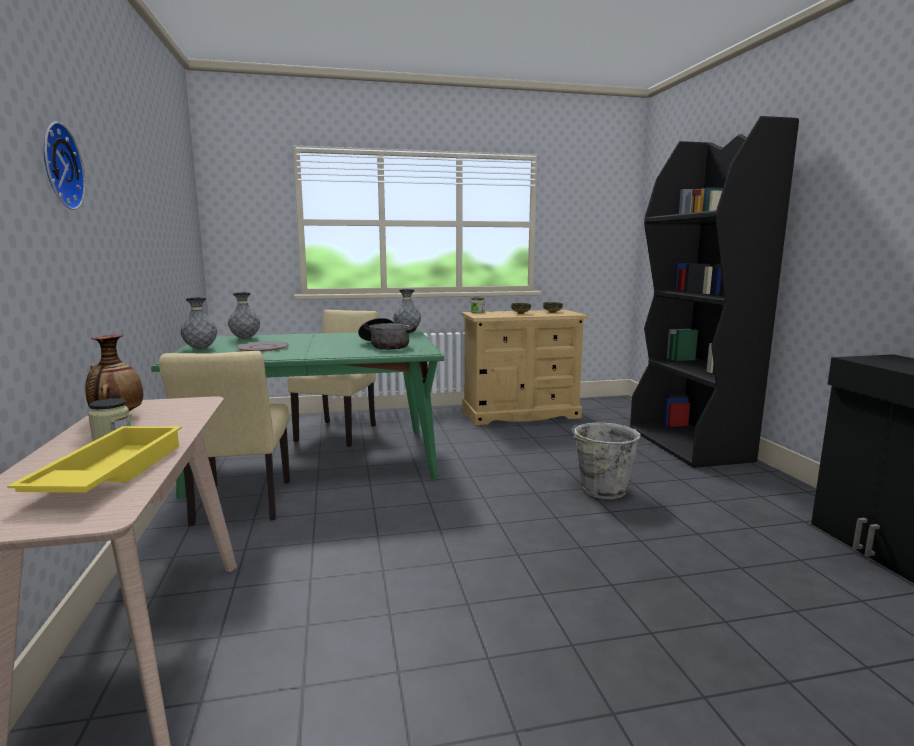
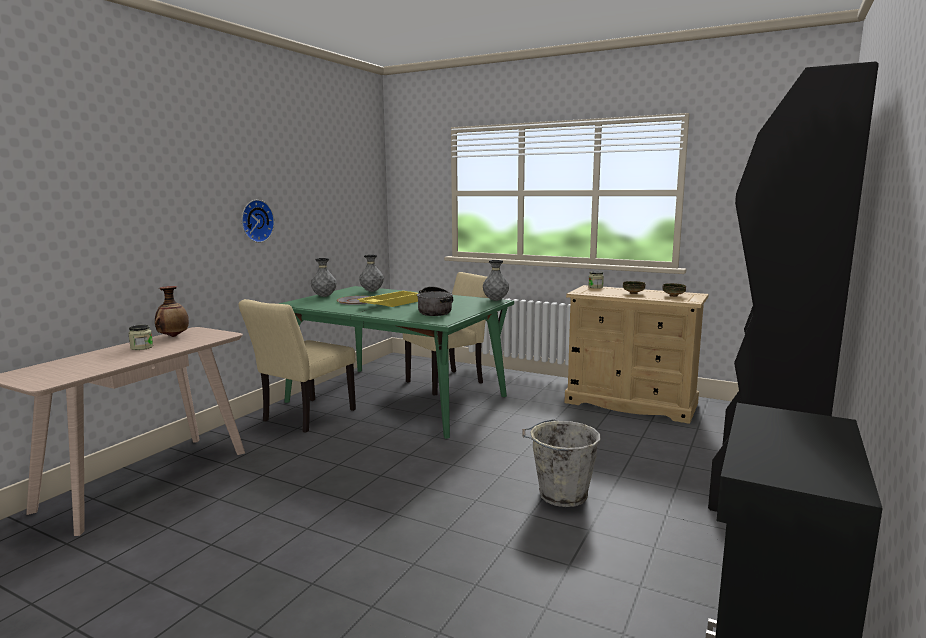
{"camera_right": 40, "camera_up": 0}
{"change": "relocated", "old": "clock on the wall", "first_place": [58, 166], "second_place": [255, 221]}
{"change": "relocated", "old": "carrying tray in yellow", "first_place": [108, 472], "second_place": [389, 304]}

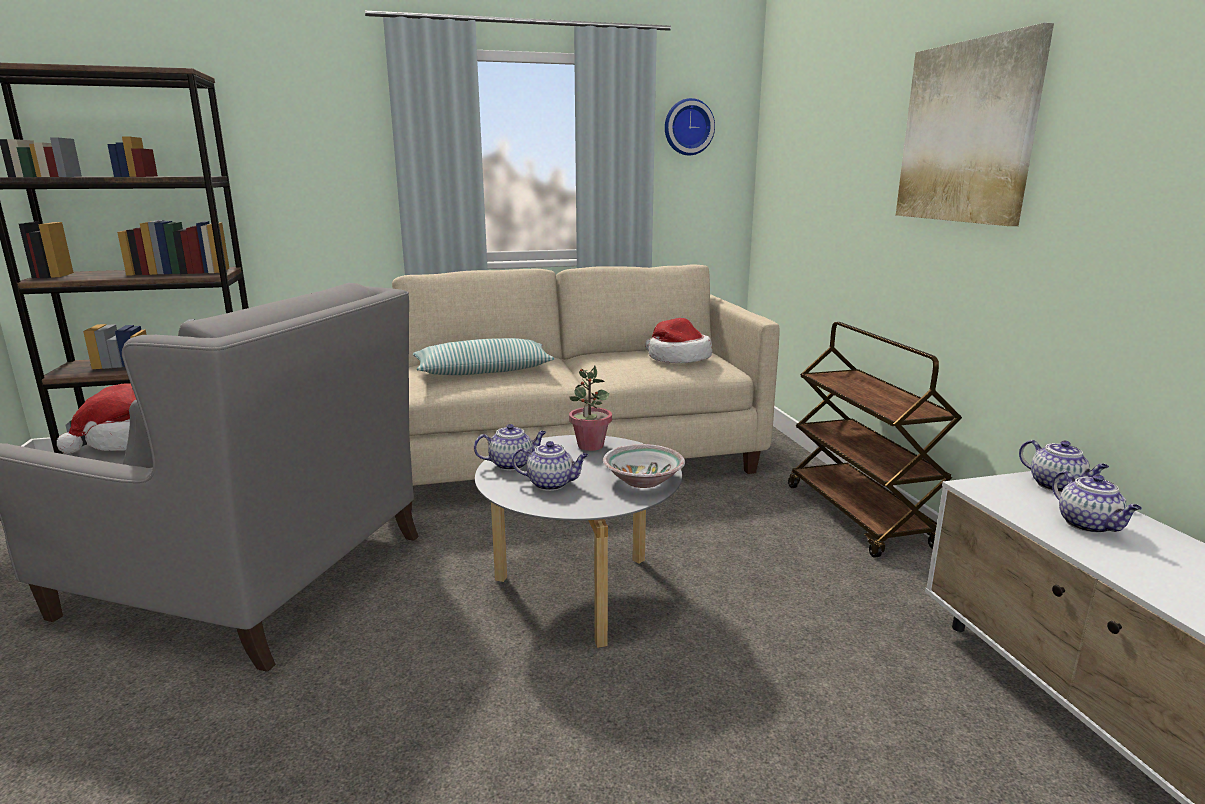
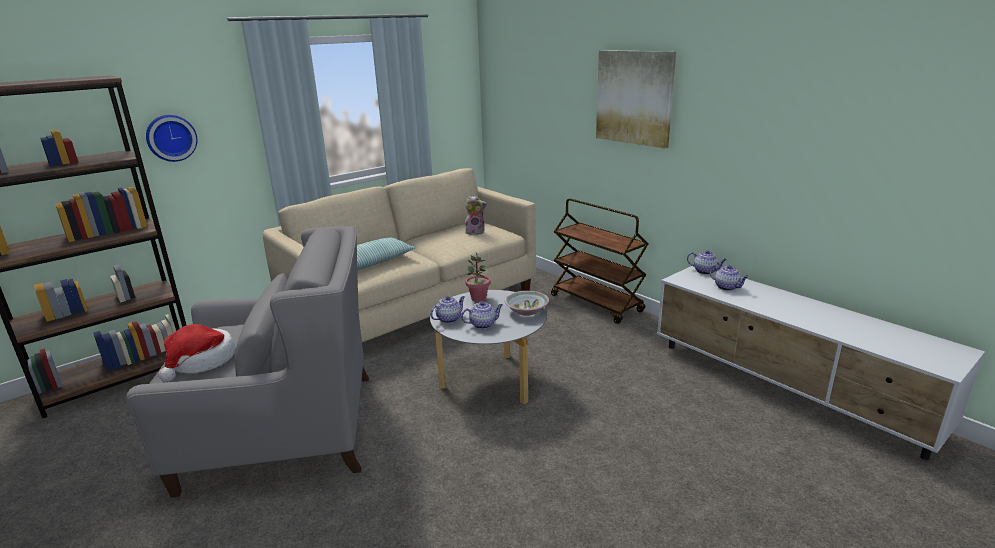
{"camera_right": -25, "camera_up": 5}
{"change": "relocated", "old": "clock on the wall", "first_place": [688, 127], "second_place": [171, 137]}
{"change": "exchanged", "old": "wearable hat", "new": "cuddly toy", "first_place": [677, 358], "second_place": [475, 232]}

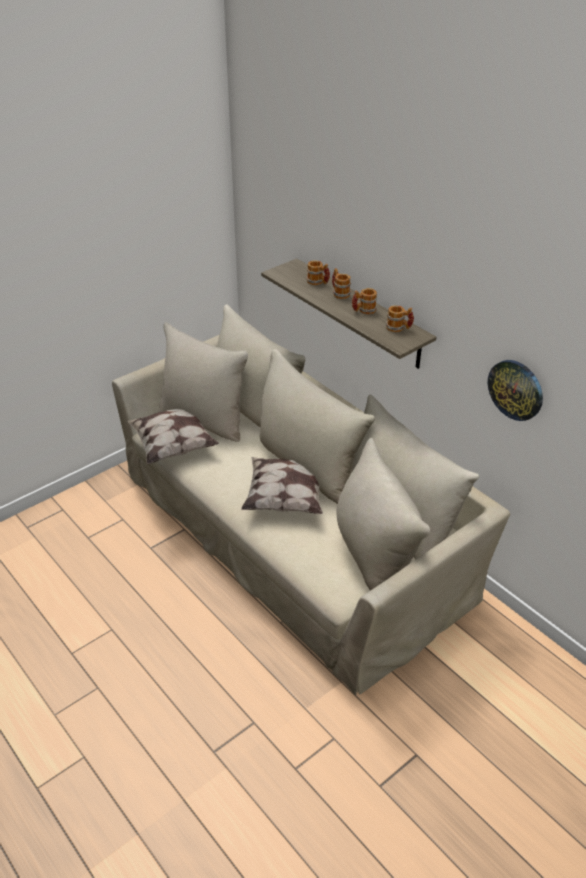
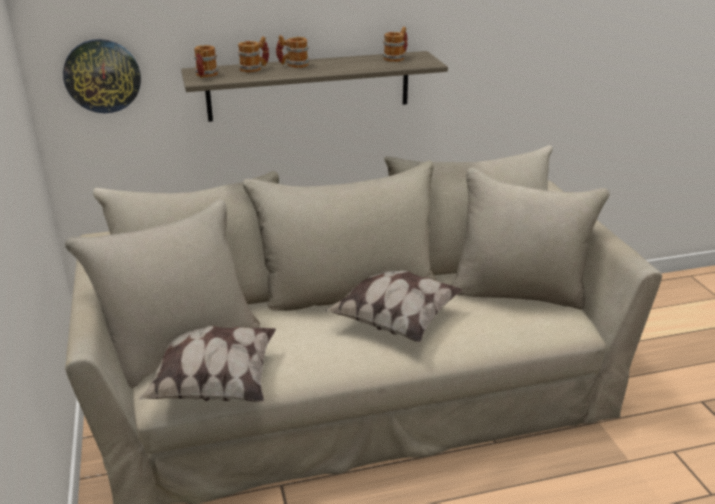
{"camera_right": -65, "camera_up": -10}
{"change": "relocated", "old": "tea mug", "first_place": [363, 310], "second_place": [205, 75]}
{"change": "relocated", "old": "clock on the wall", "first_place": [516, 389], "second_place": [102, 76]}

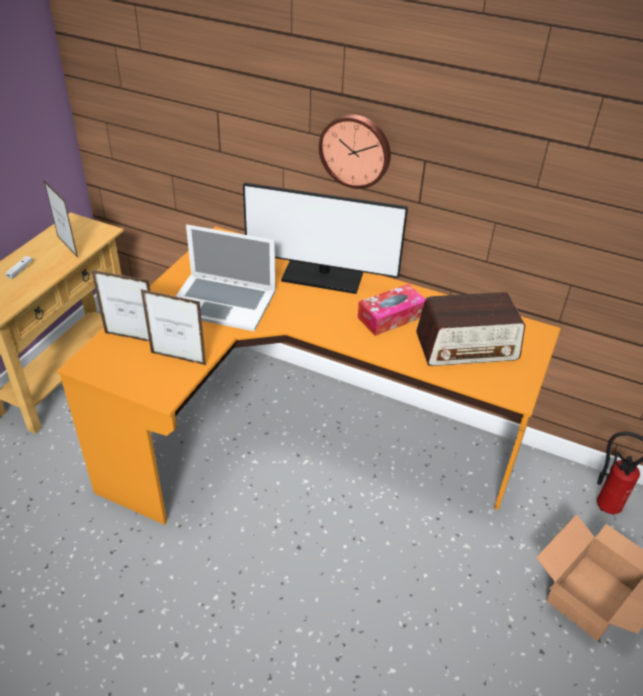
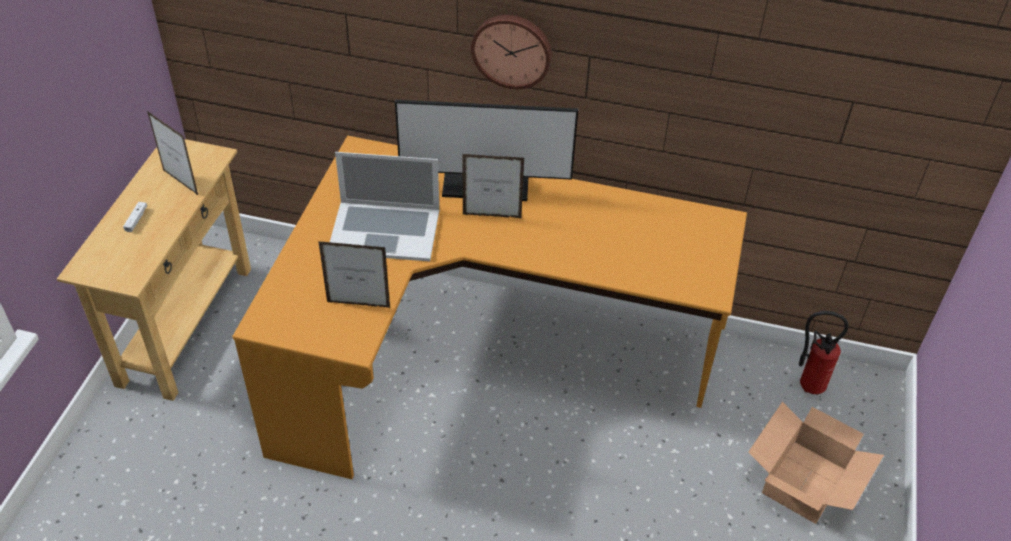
{"camera_right": -10, "camera_up": 5}
{"change": "relocated", "old": "standing frame", "first_place": [131, 338], "second_place": [492, 216]}
{"change": "missing", "old": "tissue holder", "first_place": [391, 317]}
{"change": "missing", "old": "radio", "first_place": [467, 347]}

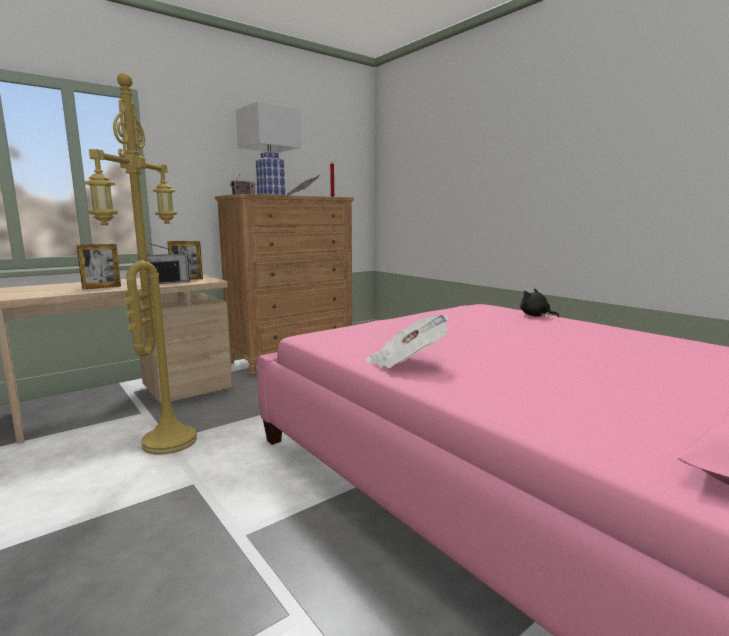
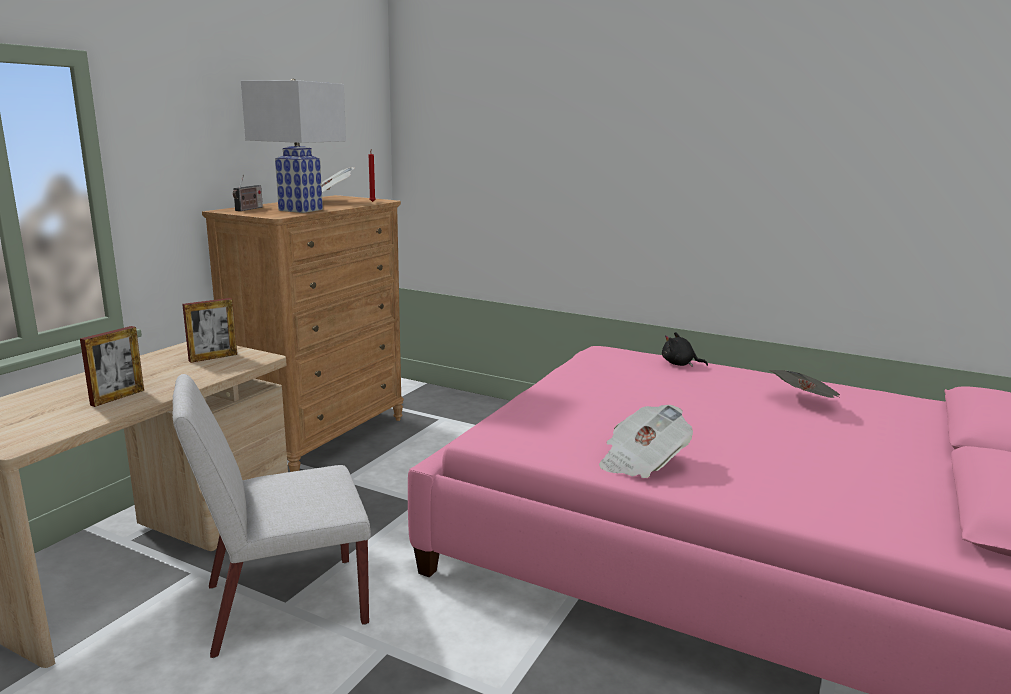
{"camera_right": -25, "camera_up": 5}
{"change": "exchanged", "old": "floor lamp in yellow", "new": "plain chair in whitish", "first_place": [167, 440], "second_place": [283, 605]}
{"change": "missing", "old": "radio", "first_place": [168, 282]}
{"change": "appeared", "new": "daily paper", "second_place": [804, 402]}

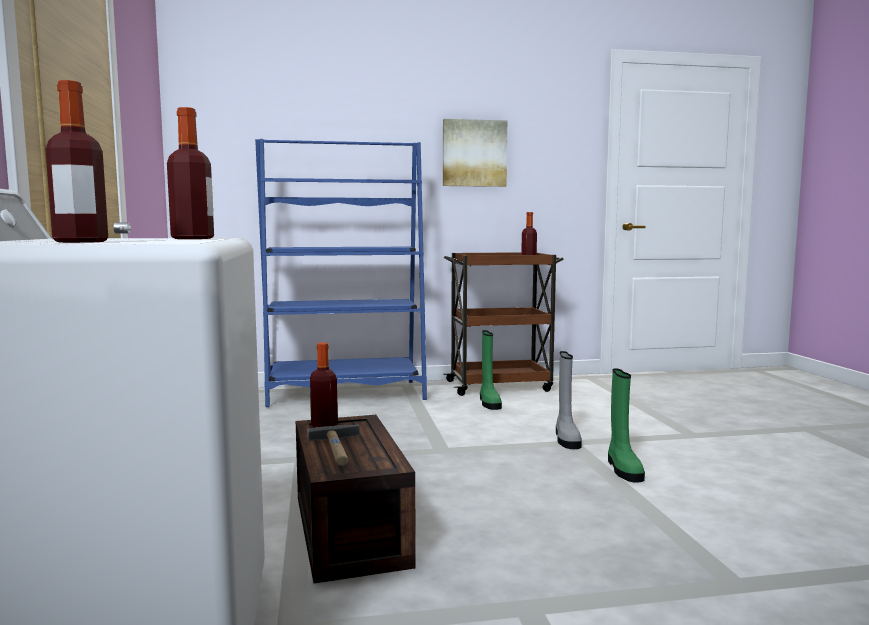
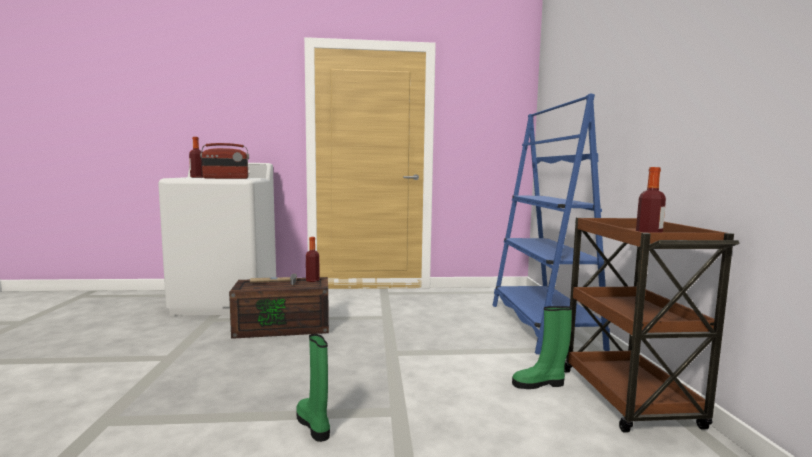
{"camera_right": 95, "camera_up": 0}
{"change": "exchanged", "old": "bottle", "new": "radio", "first_place": [192, 238], "second_place": [226, 178]}
{"change": "missing", "old": "wall picture", "first_place": [474, 153]}
{"change": "missing", "old": "boot in gray", "first_place": [566, 439]}
{"change": "spun", "old": "boot in greenish", "first_place": [623, 469], "second_place": [314, 425], "degrees": 60}

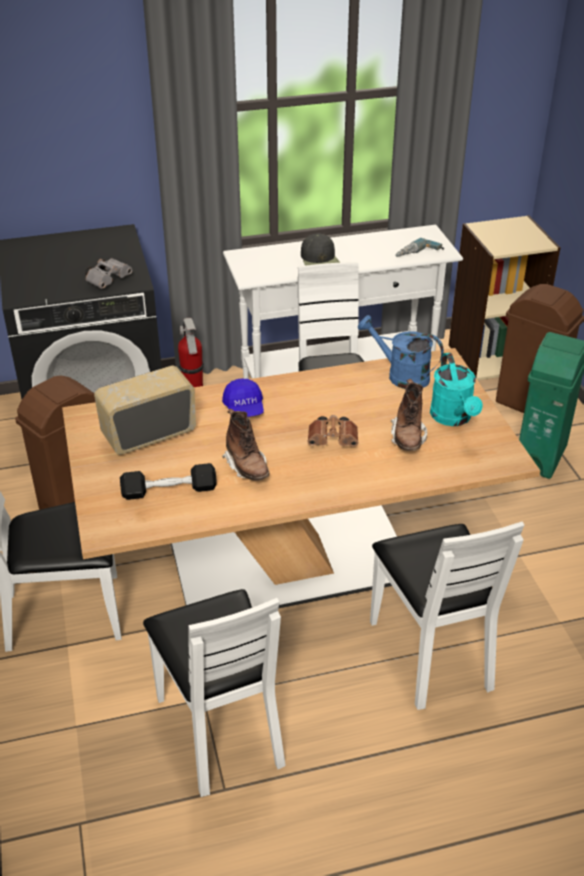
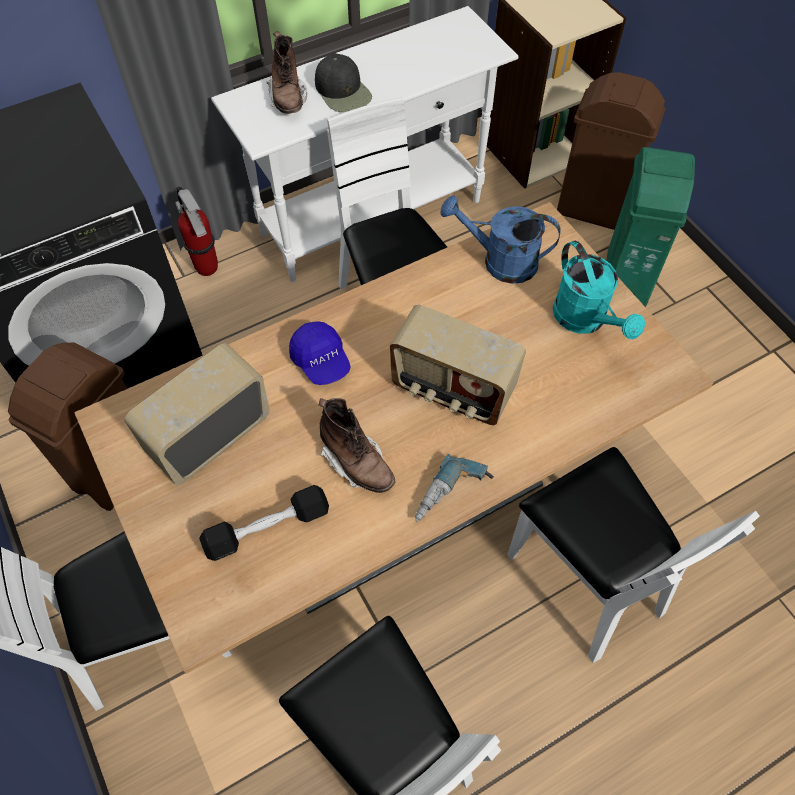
{"camera_right": -15, "camera_up": 20}
{"change": "relocated", "old": "electric drill", "first_place": [419, 255], "second_place": [452, 497]}
{"change": "missing", "old": "field glasses in gray", "first_place": [109, 280]}
{"change": "relocated", "old": "boot in brownish", "first_place": [408, 437], "second_place": [288, 98]}
{"change": "exchanged", "old": "field glasses in brownish", "new": "radio", "first_place": [334, 440], "second_place": [452, 390]}

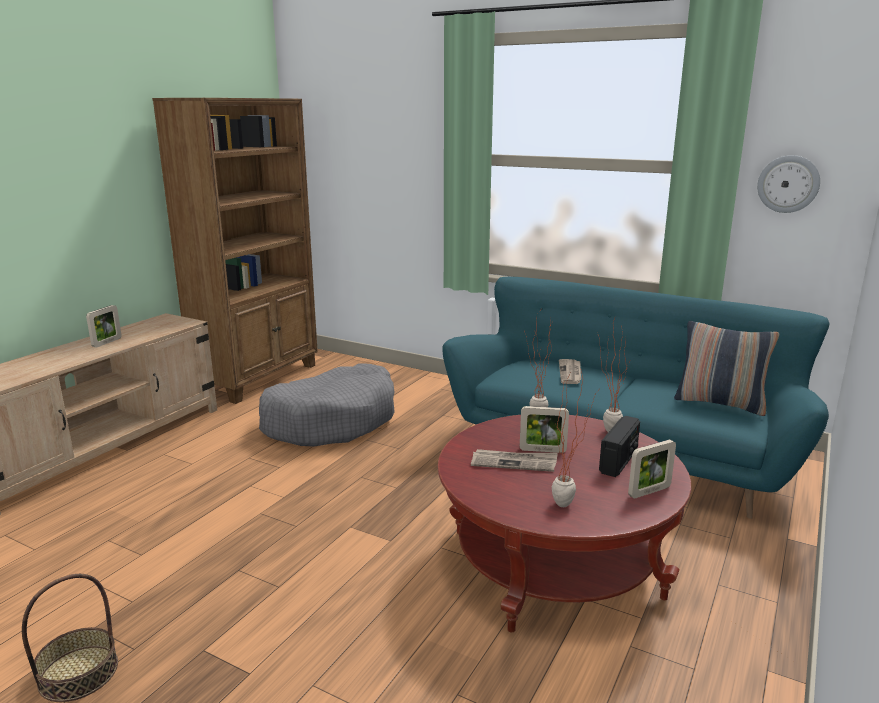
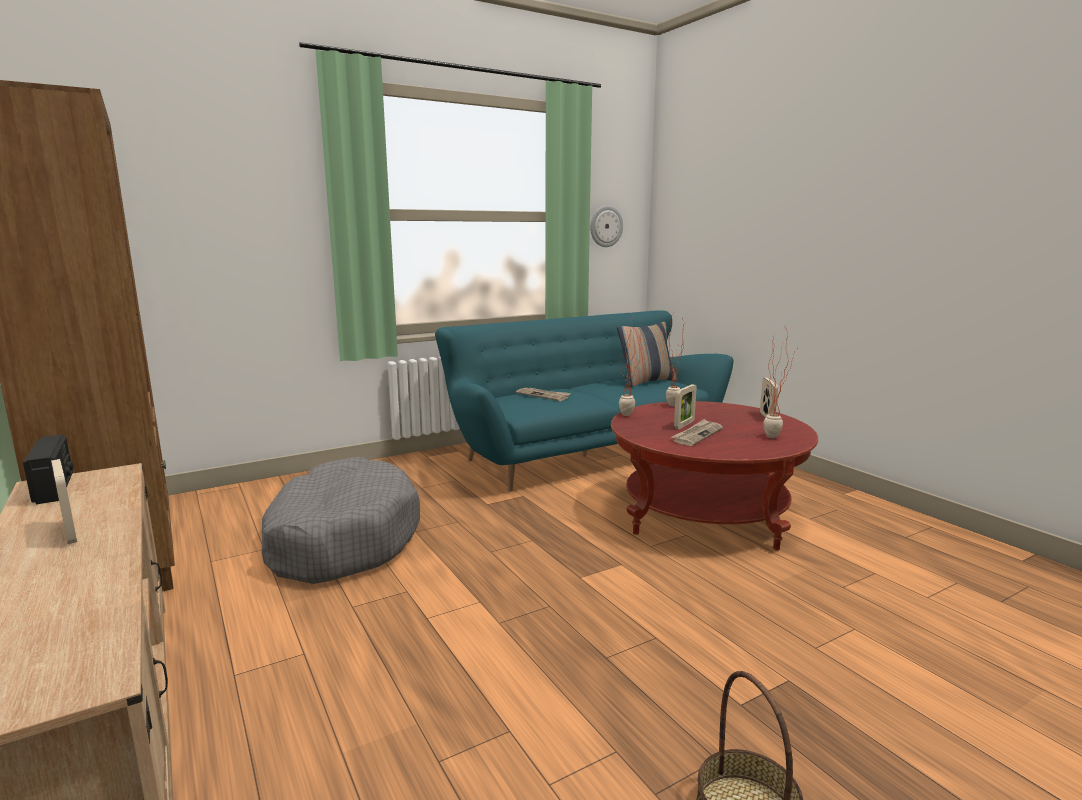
{"camera_right": -60, "camera_up": -5}
{"change": "relocated", "old": "radio", "first_place": [619, 461], "second_place": [54, 488]}

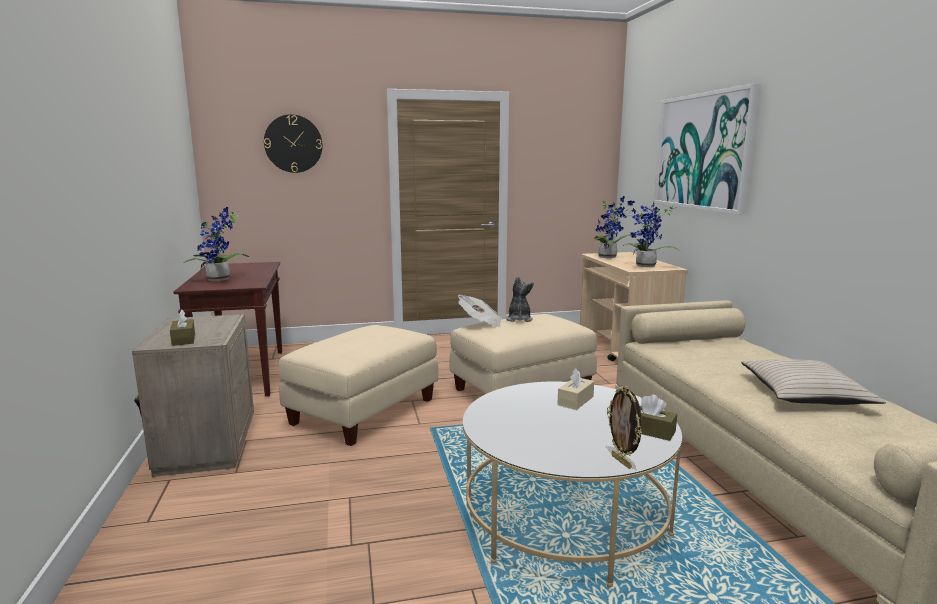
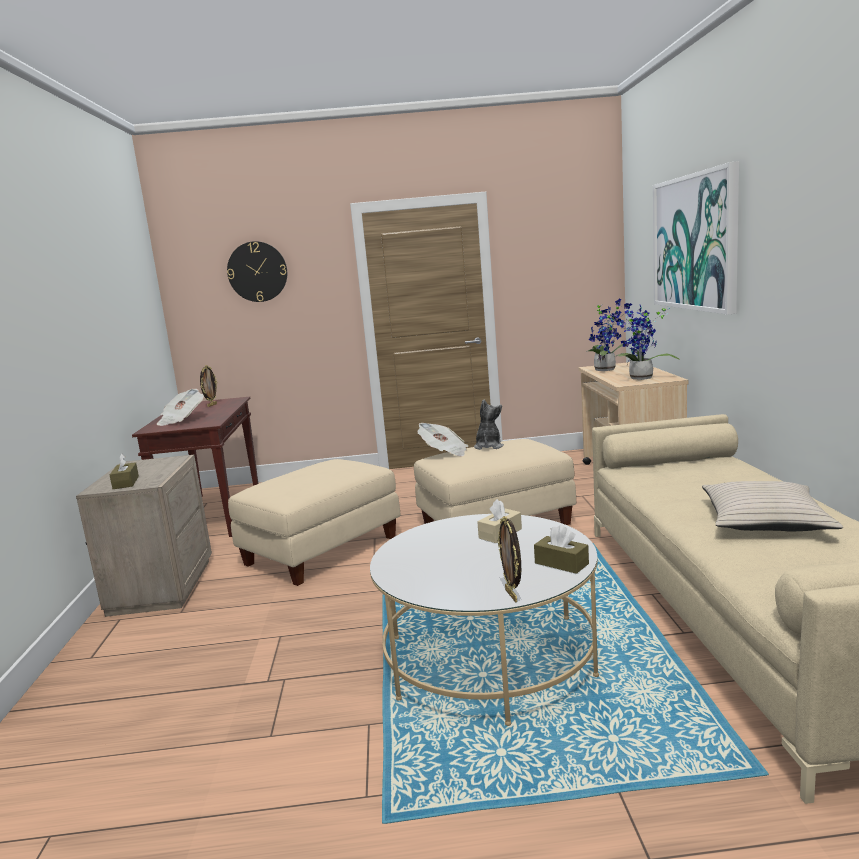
{"camera_right": 10, "camera_up": 0}
{"change": "exchanged", "old": "plant in a pot", "new": "daily paper", "first_place": [220, 280], "second_place": [181, 420]}
{"change": "appeared", "new": "standing frame", "second_place": [212, 405]}

